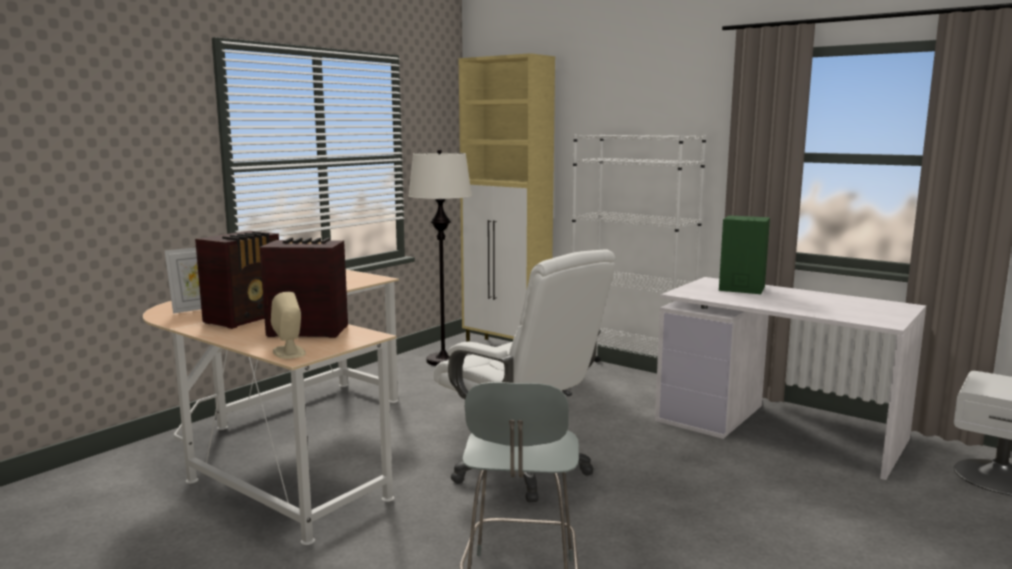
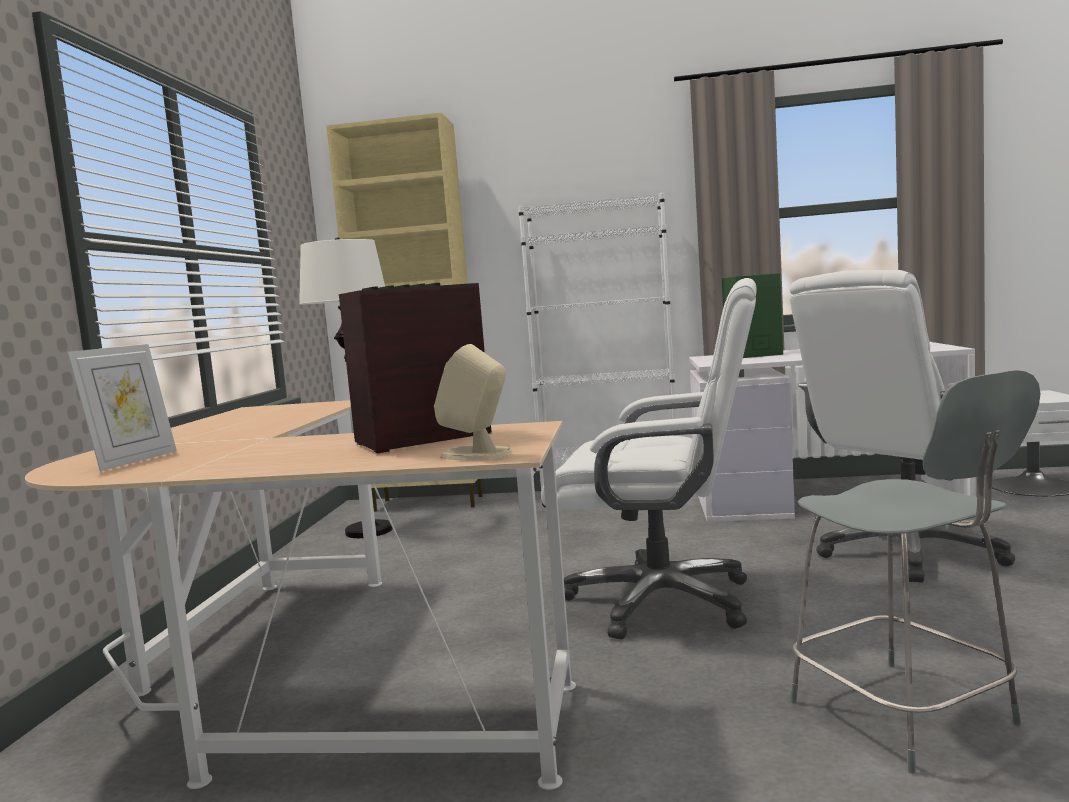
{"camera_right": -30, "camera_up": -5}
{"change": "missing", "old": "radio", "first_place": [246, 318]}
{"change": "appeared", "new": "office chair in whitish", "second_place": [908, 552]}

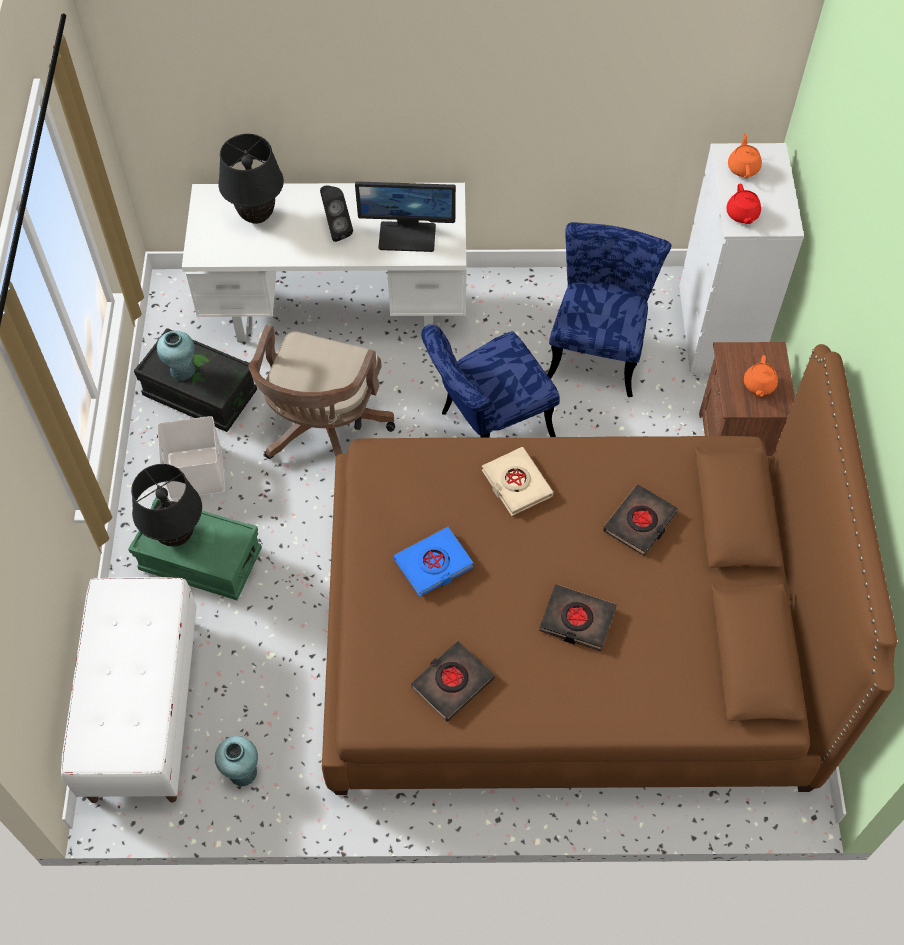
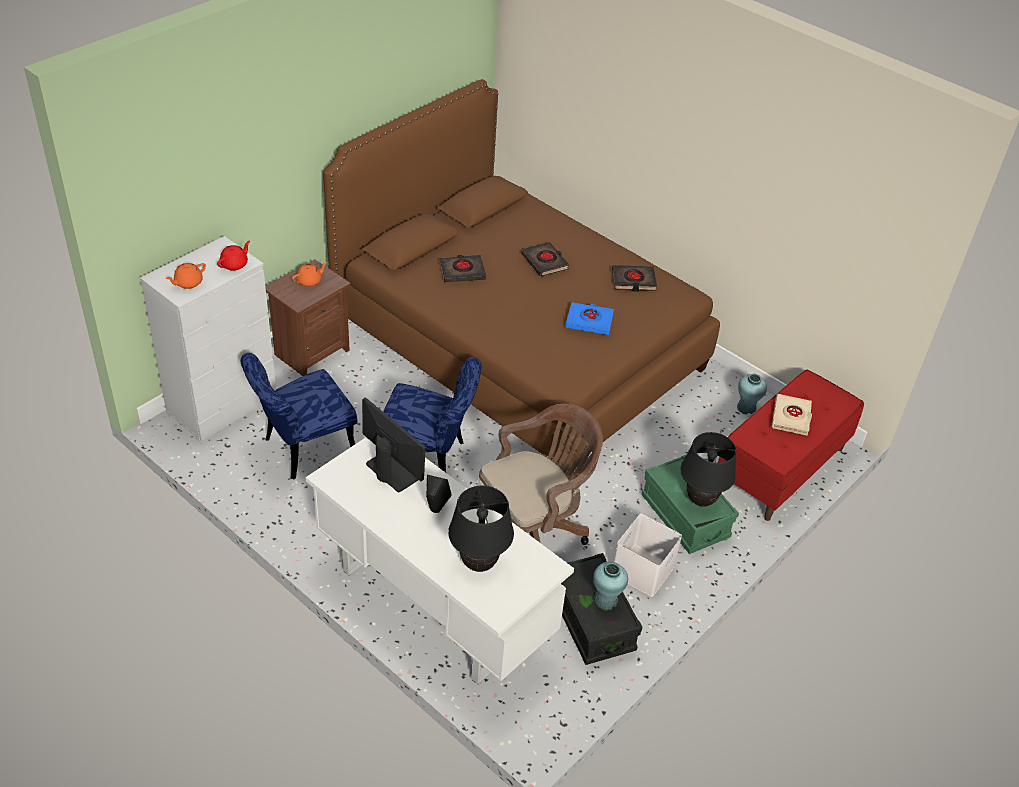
{"camera_right": -140, "camera_up": -15}
{"change": "relocated", "old": "bound book in beige", "first_place": [516, 484], "second_place": [791, 417]}
{"change": "colour", "old": "long seat in whitish", "new": "long seat in red", "first_place": [143, 708], "second_place": [781, 468]}

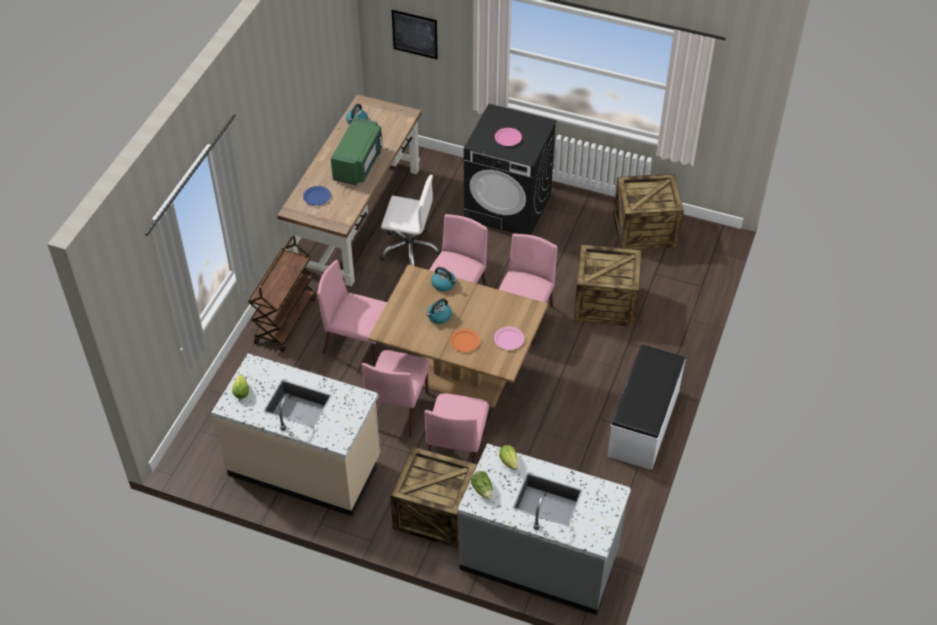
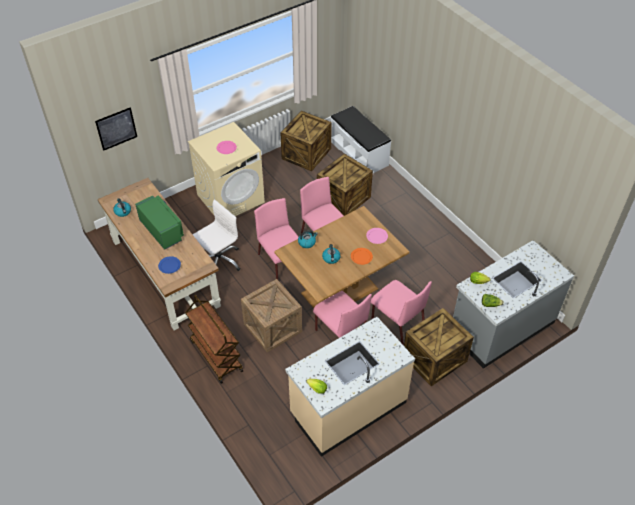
{"camera_right": -55, "camera_up": 0}
{"change": "colour", "old": "washing machine in black", "new": "washing machine in beige", "first_place": [508, 207], "second_place": [231, 198]}
{"change": "exchanged", "old": "plain chair in pinkish", "new": "shipping crate", "first_place": [358, 345], "second_place": [272, 328]}
{"change": "relocated", "old": "long seat in whitish", "first_place": [644, 423], "second_place": [359, 153]}

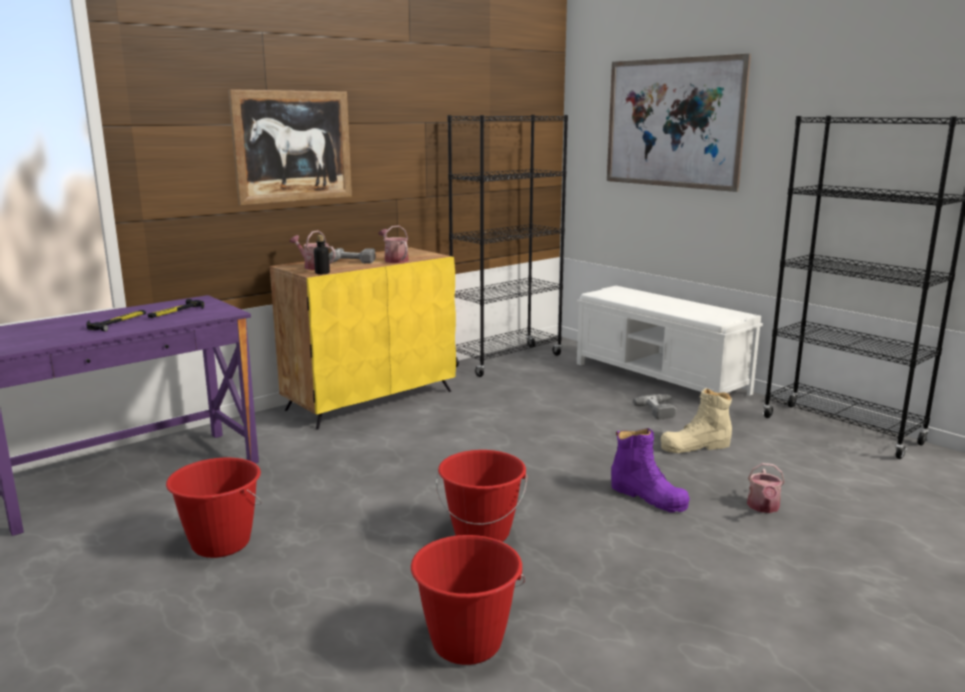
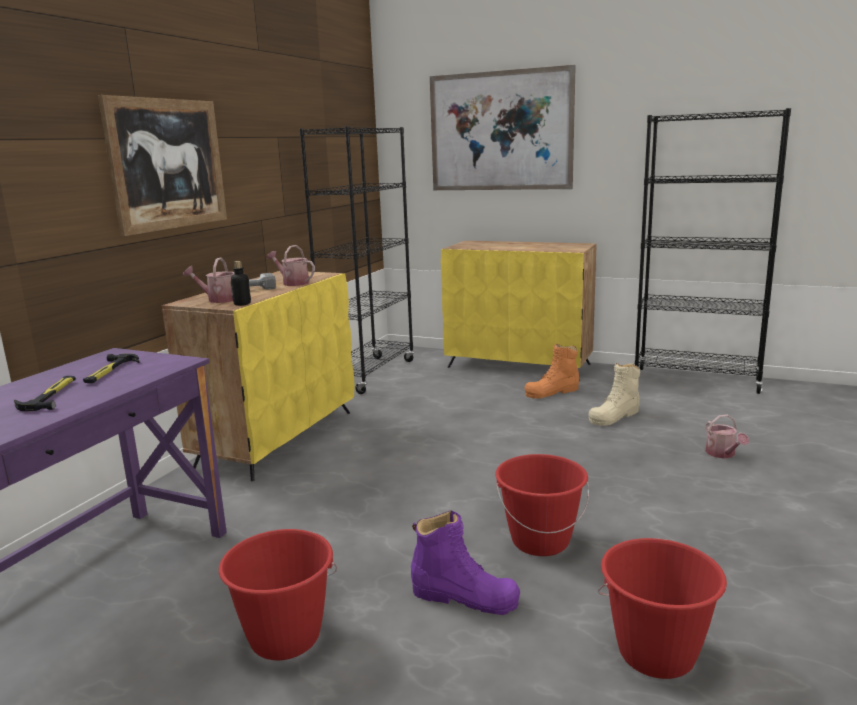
{"camera_right": -25, "camera_up": 0}
{"change": "exchanged", "old": "long seat in whitish", "new": "cupboard in yellow", "first_place": [661, 378], "second_place": [519, 365]}
{"change": "exchanged", "old": "electric drill", "new": "boot in orangey", "first_place": [661, 410], "second_place": [552, 392]}
{"change": "relocated", "old": "boot in purplish", "first_place": [648, 497], "second_place": [465, 597]}

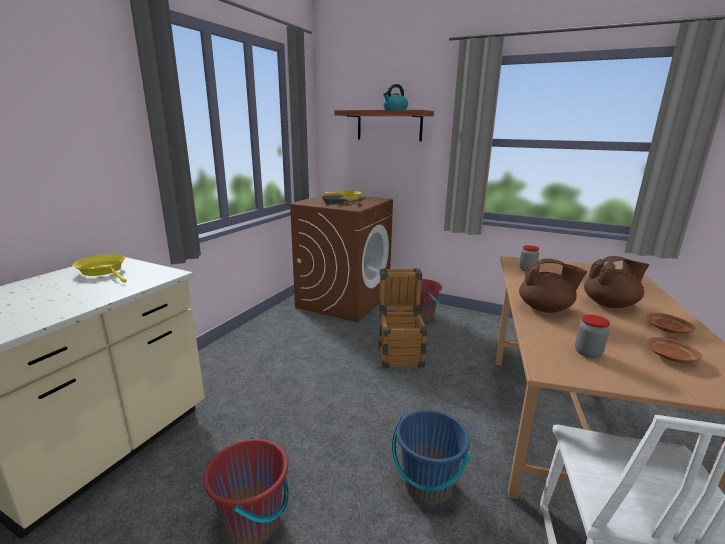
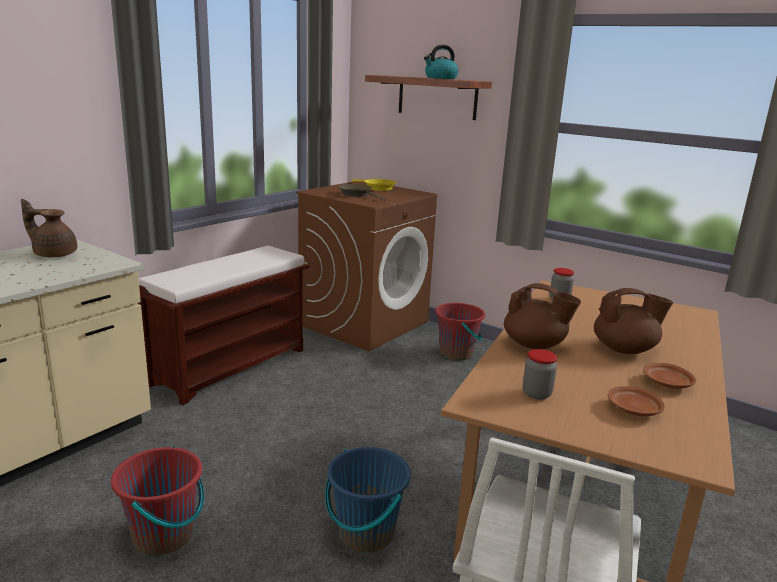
{"camera_right": 10, "camera_up": 0}
{"change": "exchanged", "old": "skillet in yellow", "new": "pot for tea in brownish", "first_place": [104, 271], "second_place": [54, 254]}
{"change": "missing", "old": "shipping crate", "first_place": [400, 352]}
{"change": "appeared", "new": "long seat in brownish", "second_place": [230, 365]}

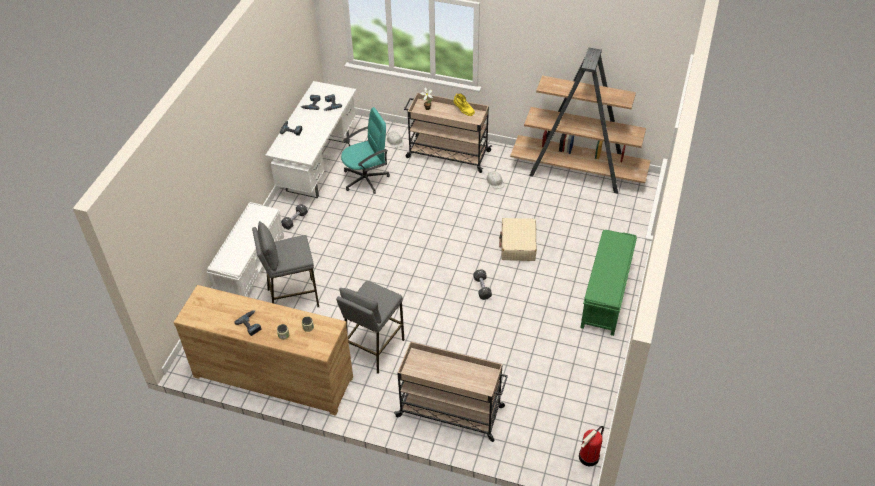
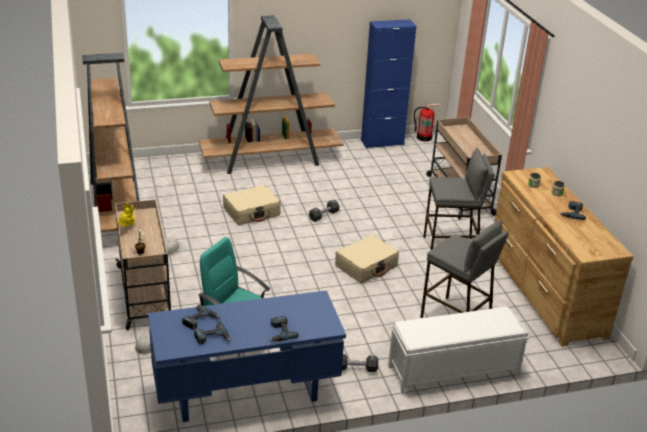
{"camera_right": -125, "camera_up": -15}
{"change": "colour", "old": "desk in whitish", "new": "desk in blue", "first_place": [318, 165], "second_place": [246, 394]}
{"change": "exchanged", "old": "long seat in greenish", "new": "shelving unit in brownish", "first_place": [606, 295], "second_place": [271, 159]}
{"change": "appeared", "new": "cupboard in blue", "second_place": [382, 142]}
{"change": "appeared", "new": "piece of luggage in beige", "second_place": [366, 266]}

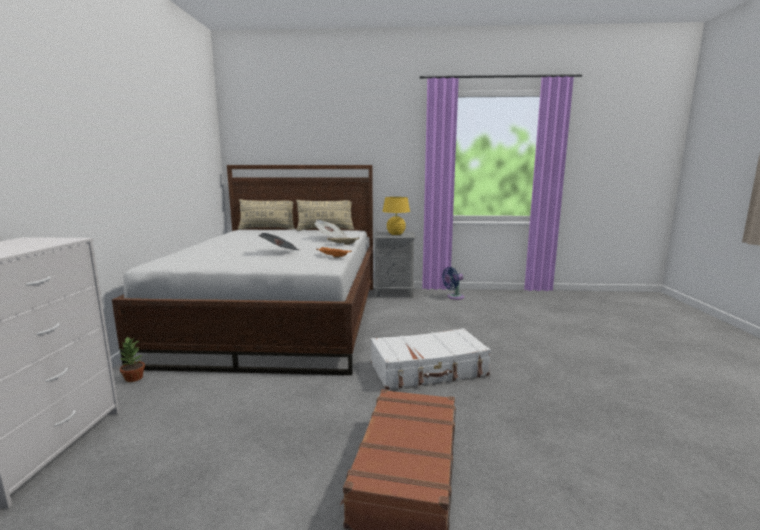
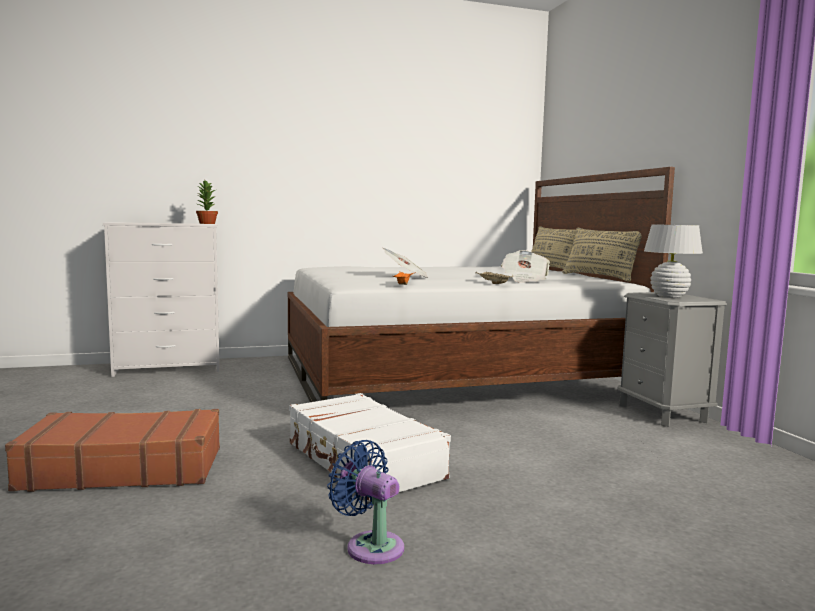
{"camera_right": 70, "camera_up": -5}
{"change": "colour", "old": "tabletop lamp in yellow", "new": "tabletop lamp in whitish", "first_place": [396, 234], "second_place": [669, 296]}
{"change": "relocated", "old": "fan in blue", "first_place": [453, 297], "second_place": [370, 545]}
{"change": "relocated", "old": "plant in a pot", "first_place": [133, 378], "second_place": [206, 223]}

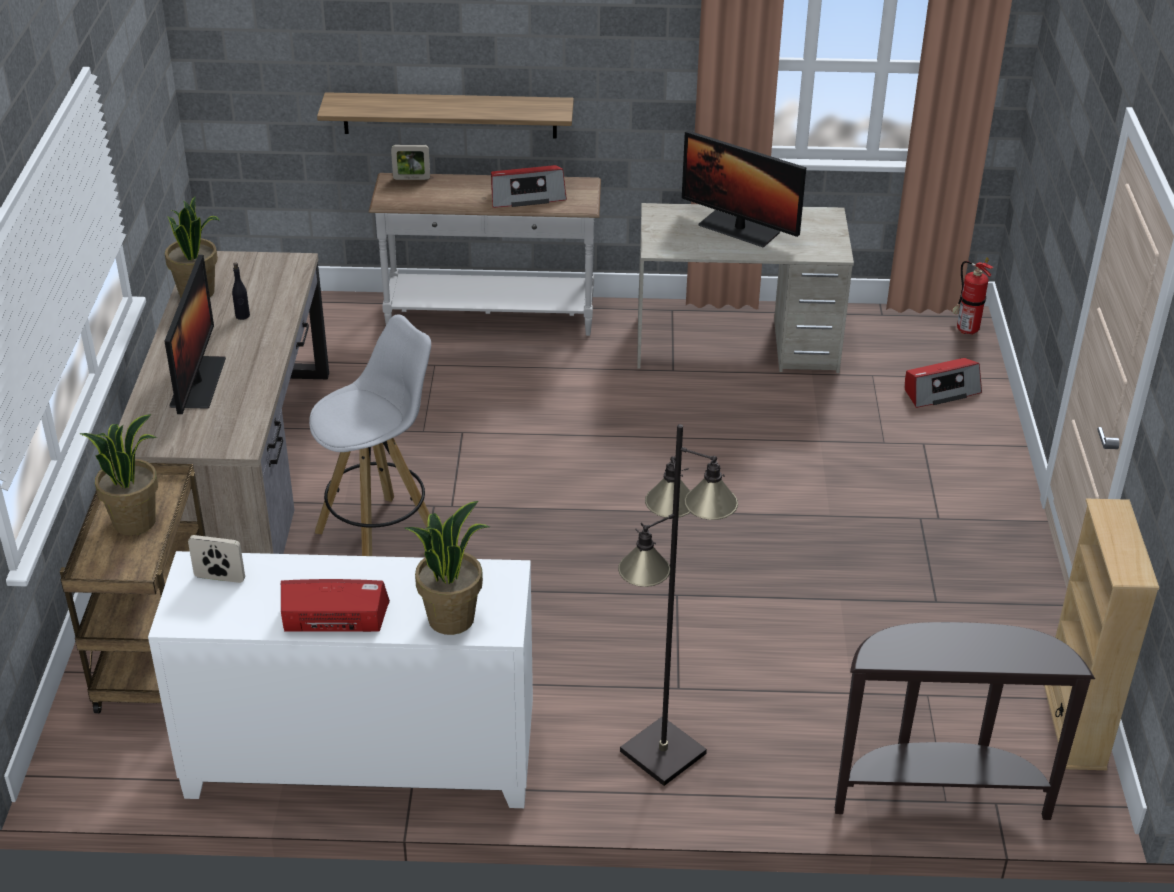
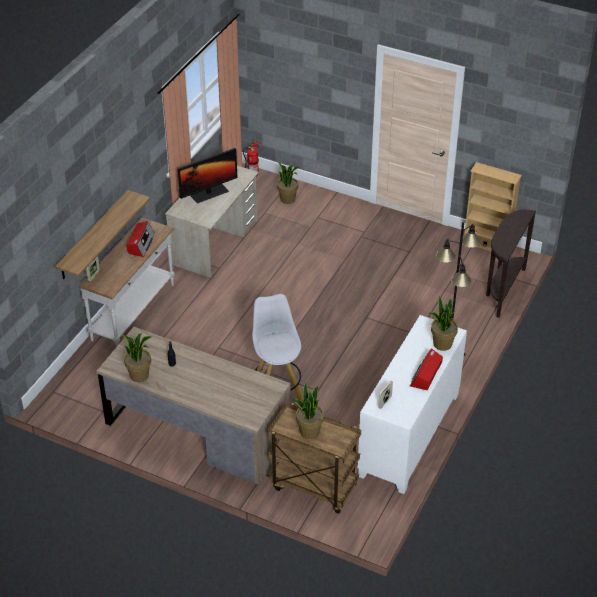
{"camera_right": -65, "camera_up": 5}
{"change": "missing", "old": "monitor", "first_place": [198, 382]}
{"change": "exchanged", "old": "radio", "new": "plant in a pot", "first_place": [940, 391], "second_place": [288, 199]}

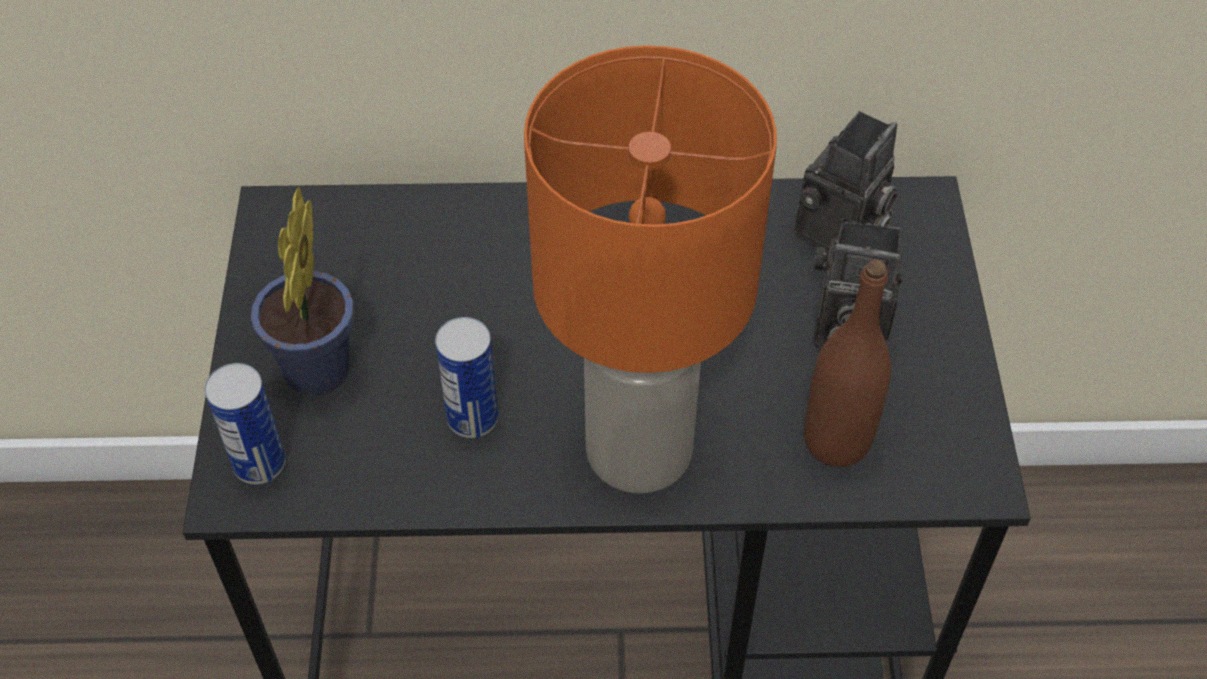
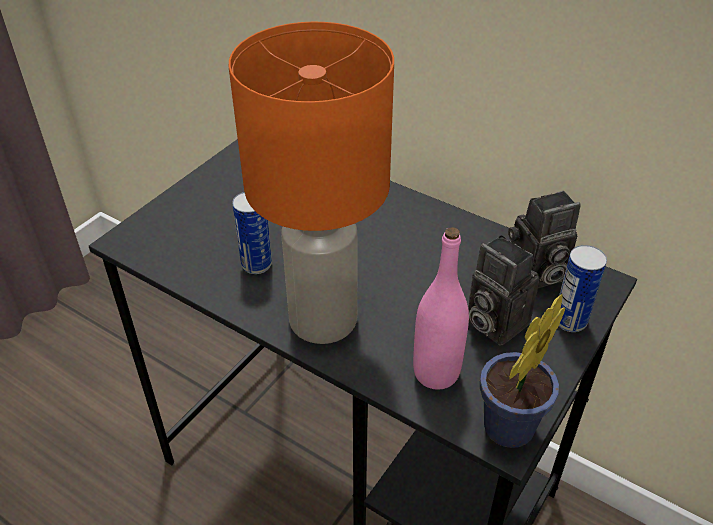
{"camera_right": 35, "camera_up": -10}
{"change": "relocated", "old": "plant in a pot", "first_place": [315, 377], "second_place": [504, 432]}
{"change": "colour", "old": "bottle in brownish", "new": "bottle in pinkish", "first_place": [837, 441], "second_place": [436, 373]}
{"change": "relocated", "old": "can", "first_place": [259, 464], "second_place": [570, 321]}

